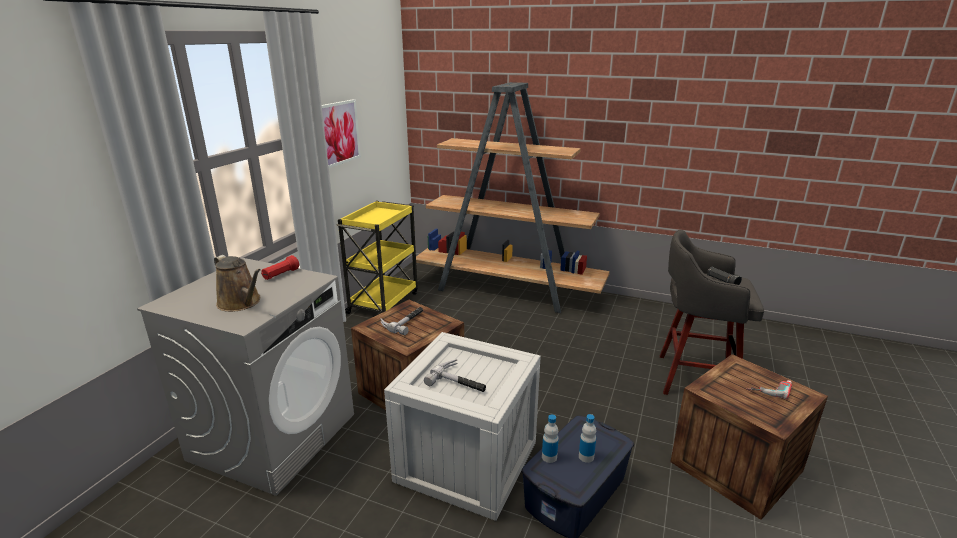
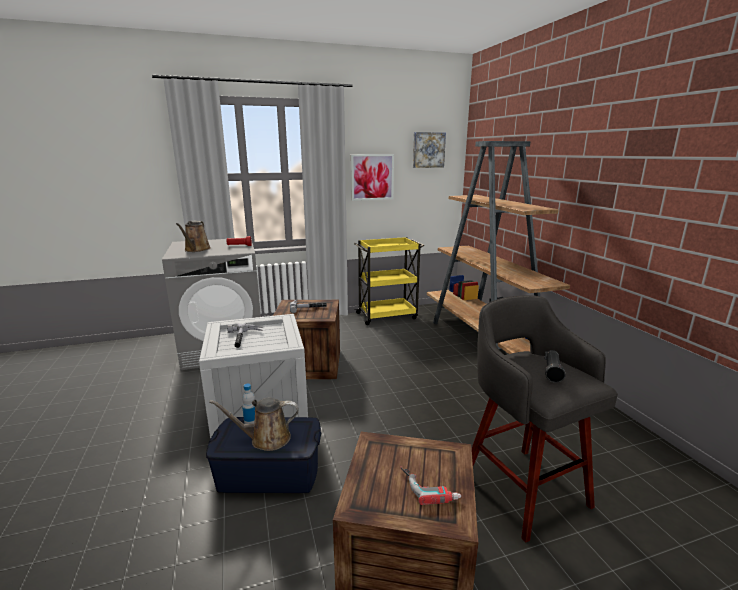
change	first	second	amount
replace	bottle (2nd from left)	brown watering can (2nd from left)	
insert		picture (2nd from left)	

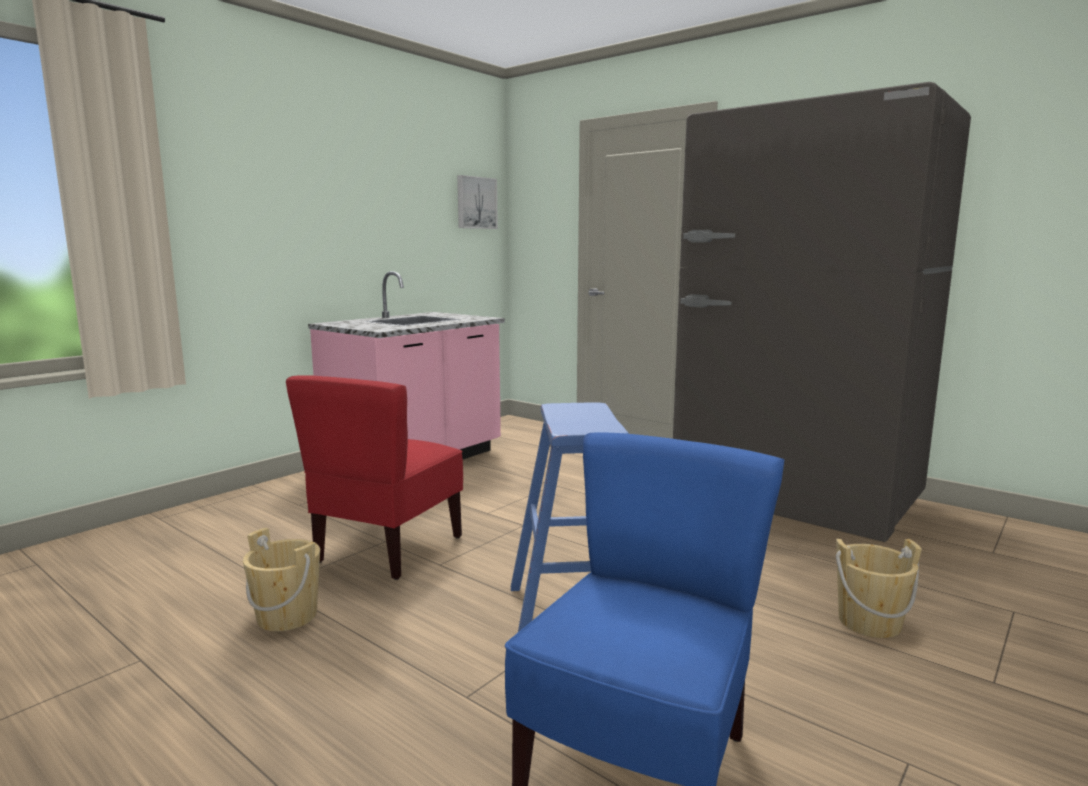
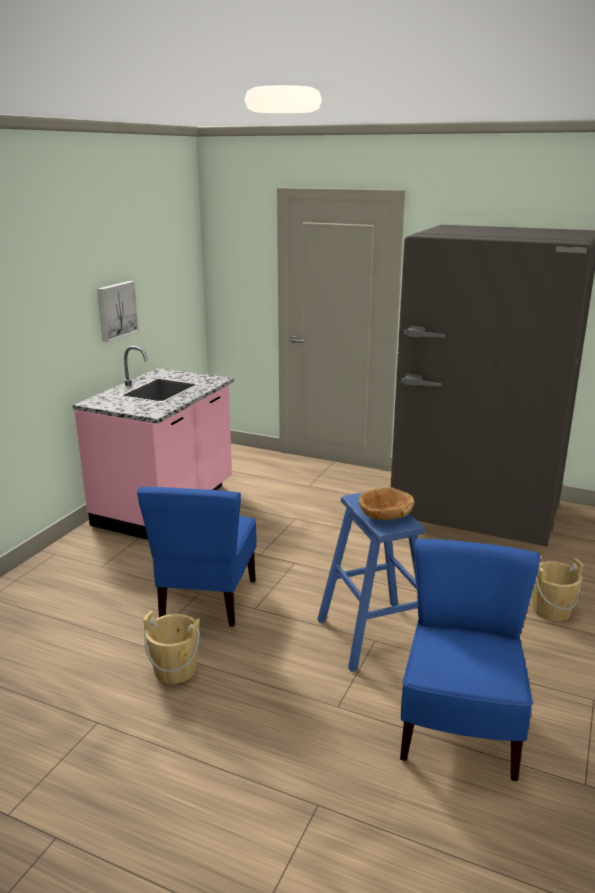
change	first	second	amount
move	picture		
recolor	red chair	blue chair (1st from left)	
insert		brown bowl	

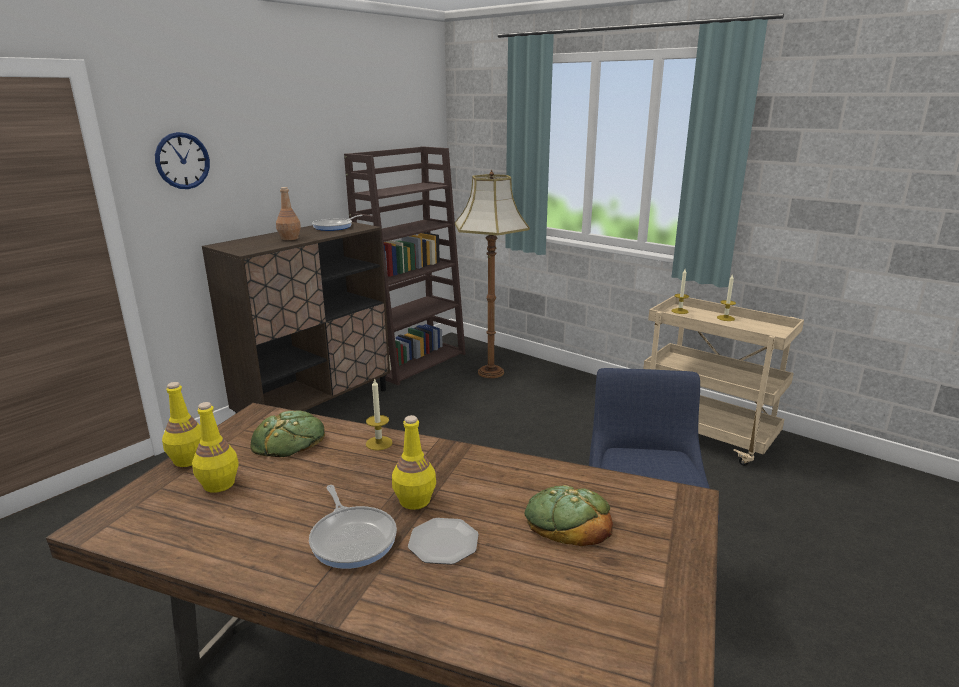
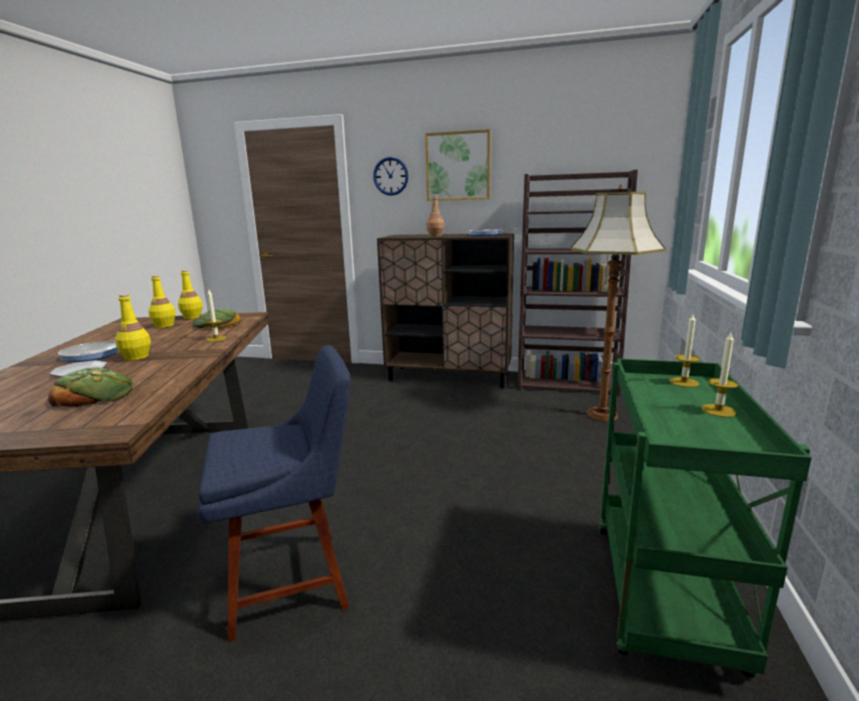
change	first	second	amount
insert		picture	
recolor	beige cart	green cart	

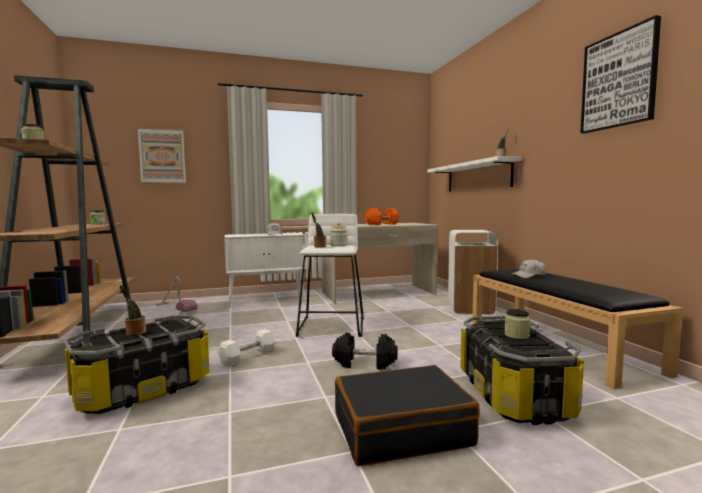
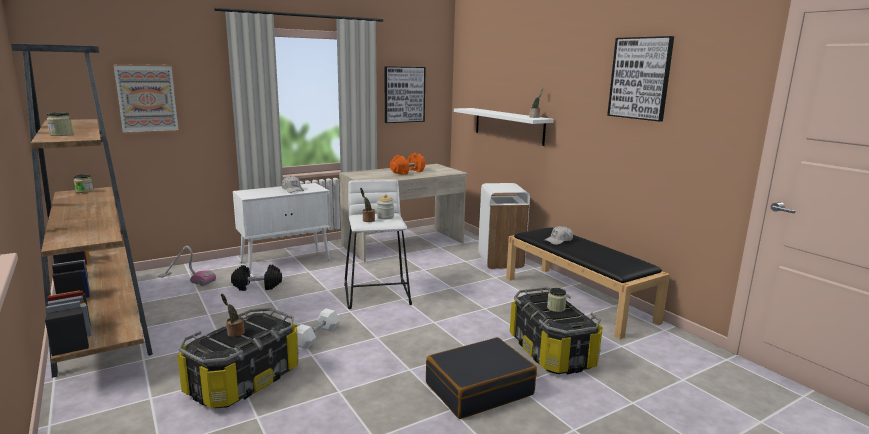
change	first	second	amount
move	black dumbbell		
insert		picture (2nd from left)	

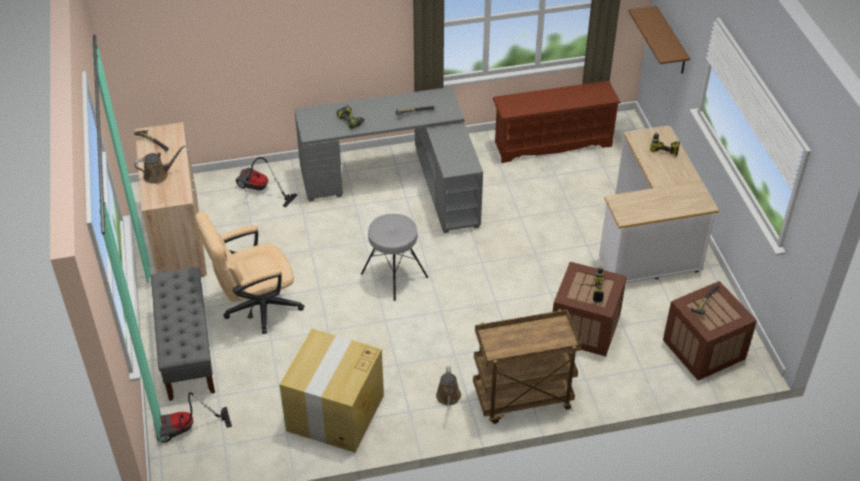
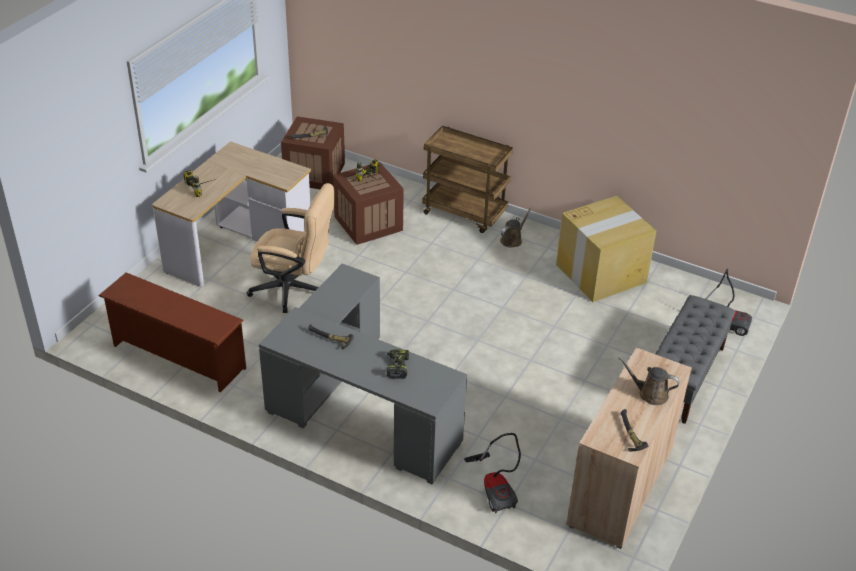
change	first	second	amount
move	beige office chair		
delete	grey stool		
delete	brown shelf		

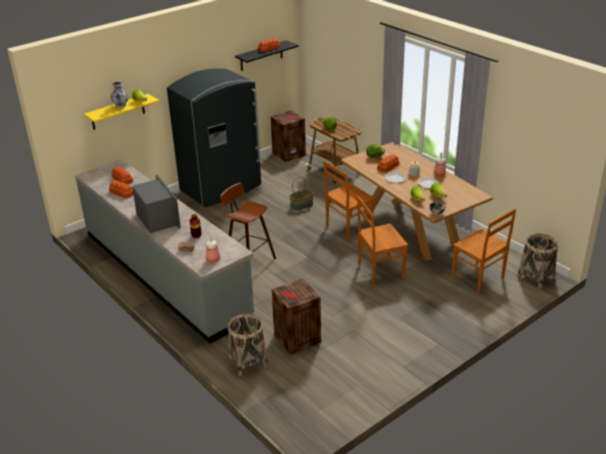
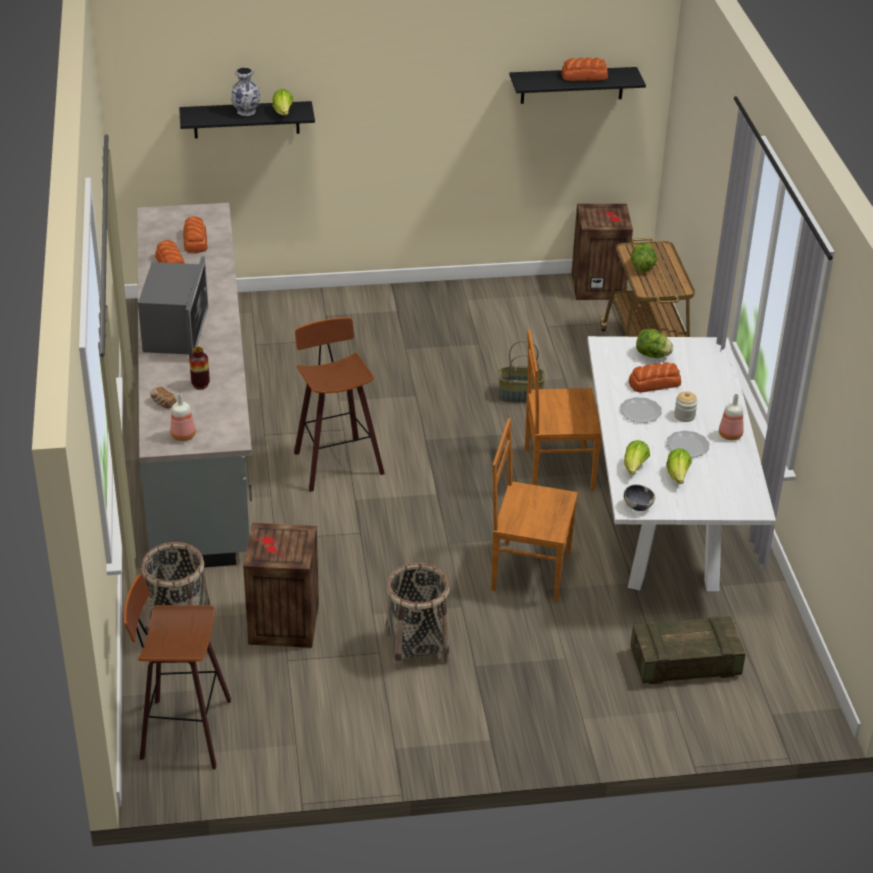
change	first	second	amount
insert		stool (1st from left)	
recolor	yellow shelf	black shelf (1st from left)	
move	basket (3rd from left in the first image)	basket (2nd from left)	
recolor	brown dining table	white dining table	
replace	brown chair (3rd from left)	crate (3rd from left)	
delete	grey fridge		

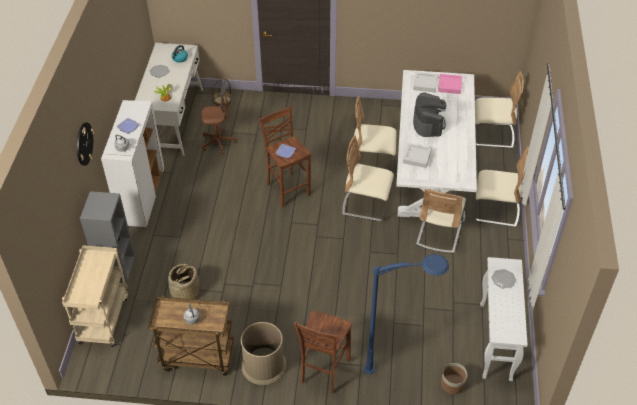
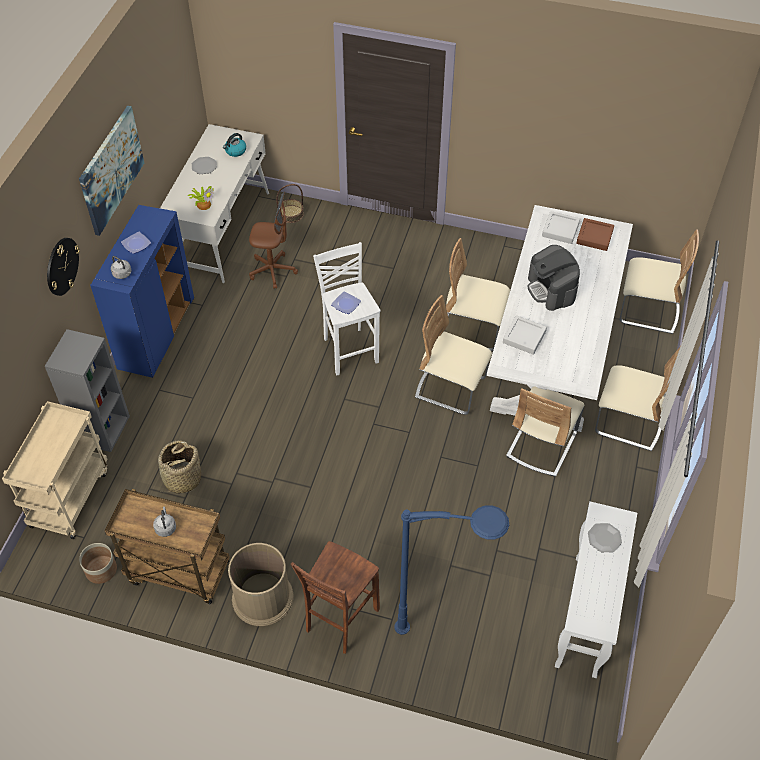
change	first	second	amount
insert		picture	
move	planter		
recolor	white cabinet	blue cabinet	
recolor	brown stool (1st from left)	white stool	
rotate	coffee machine		150 degrees clockwise
recolor	pink tray	brown tray	

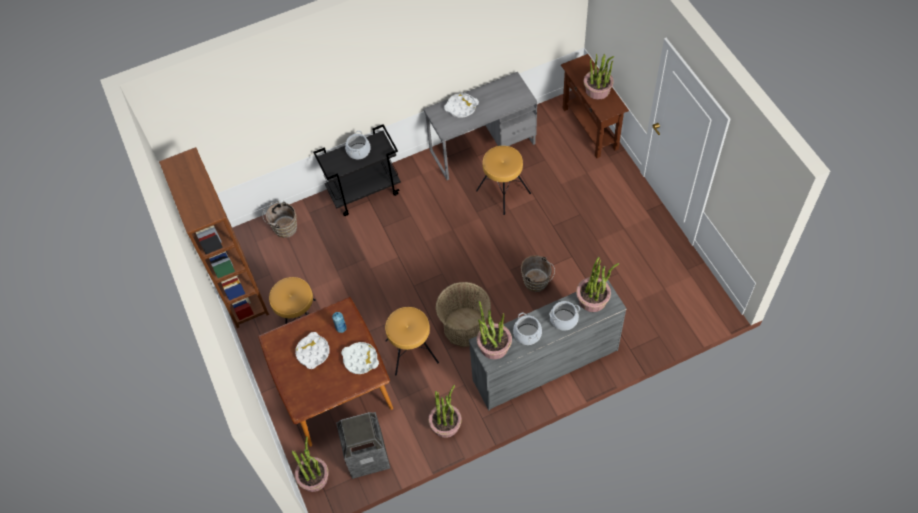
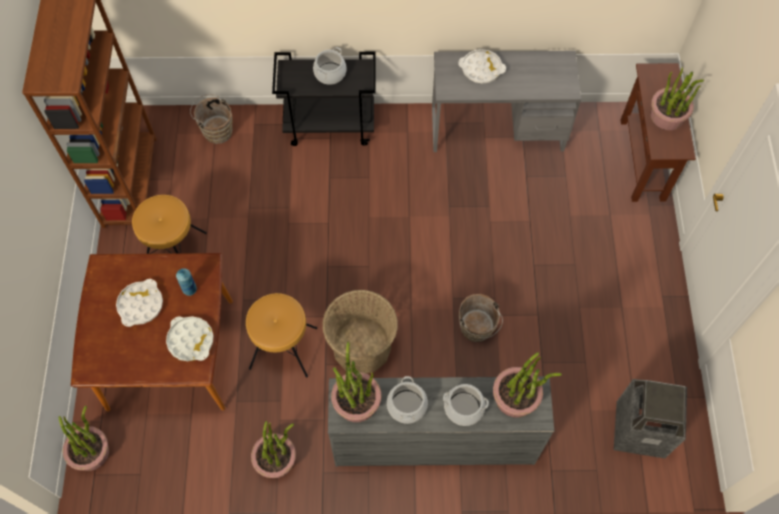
change	first	second	amount
move	trash can		
delete	brown stool (3rd from left)		

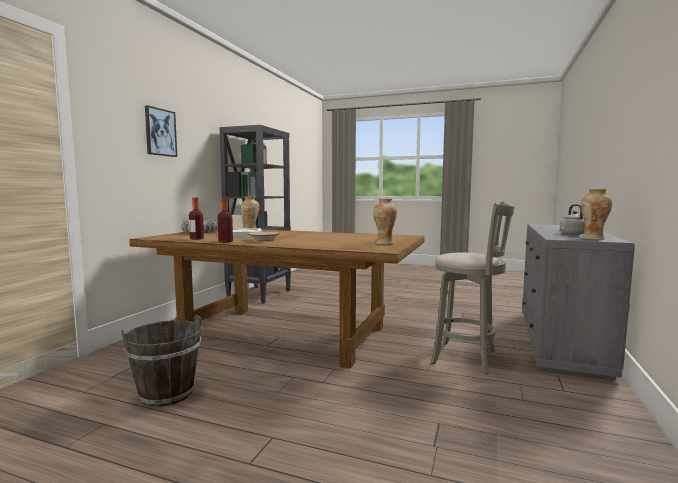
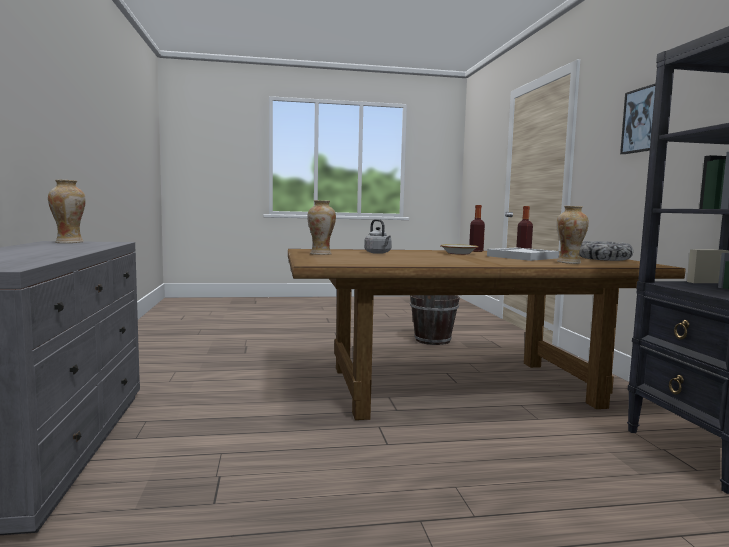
change	first	second	amount
move	grey kettle		
delete	grey stool		

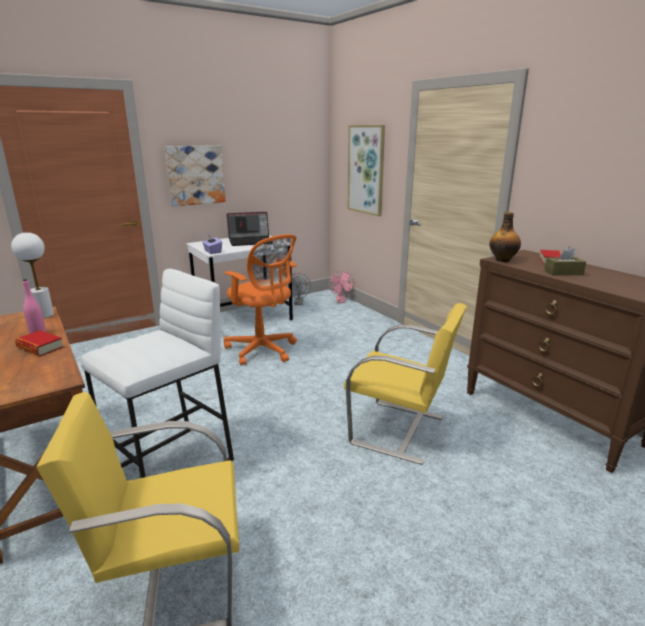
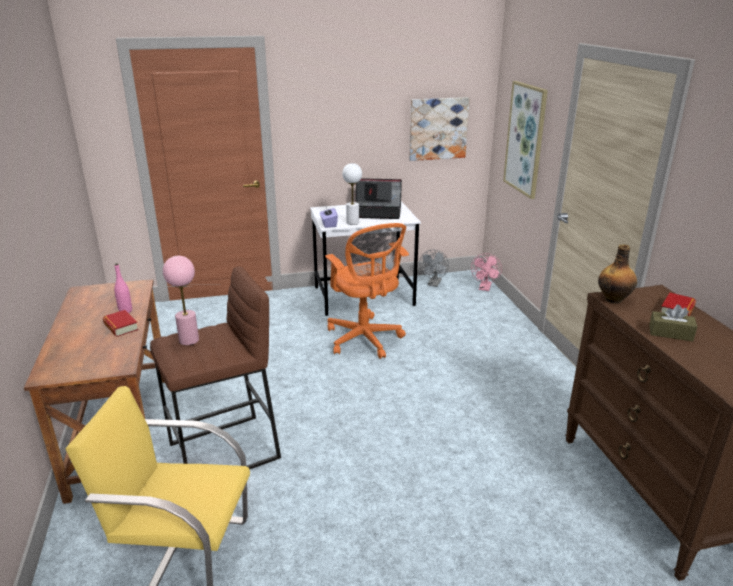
change	first	second	amount
recolor	white stool	brown stool	
insert		pink table lamp	
move	white table lamp		
move	picture (1st from left)		
delete	yellow chair (2nd from left)		

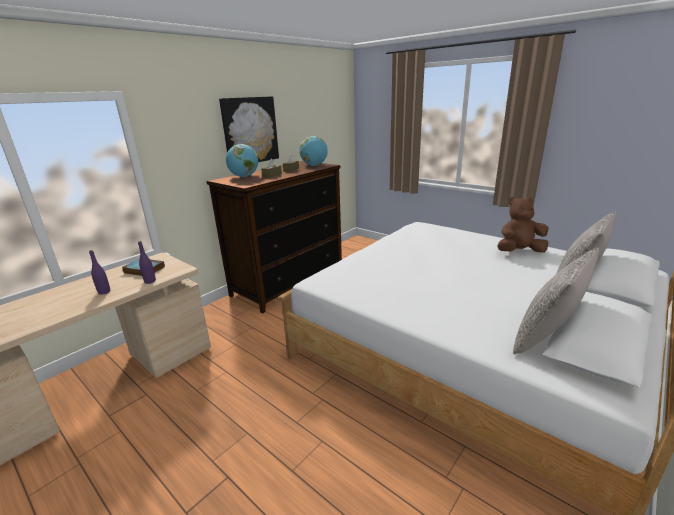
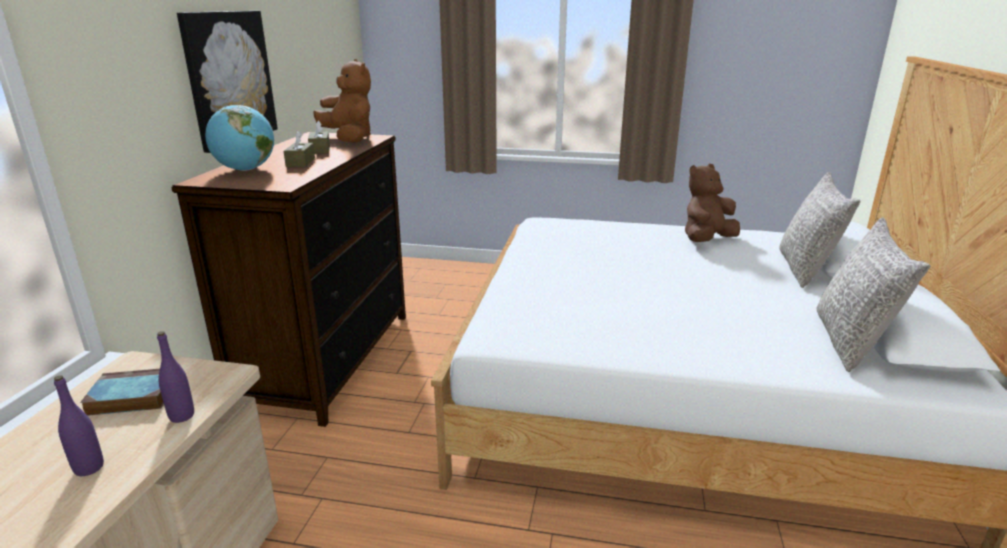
change	first	second	amount
replace	globe (2nd from left)	brown plush toy (1st from left)	

